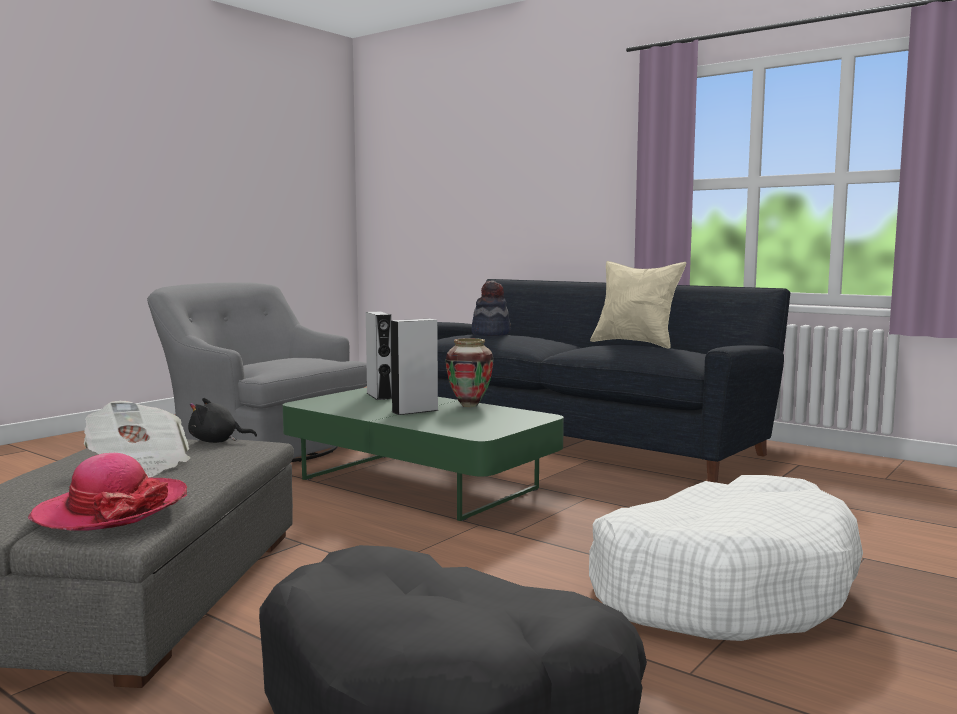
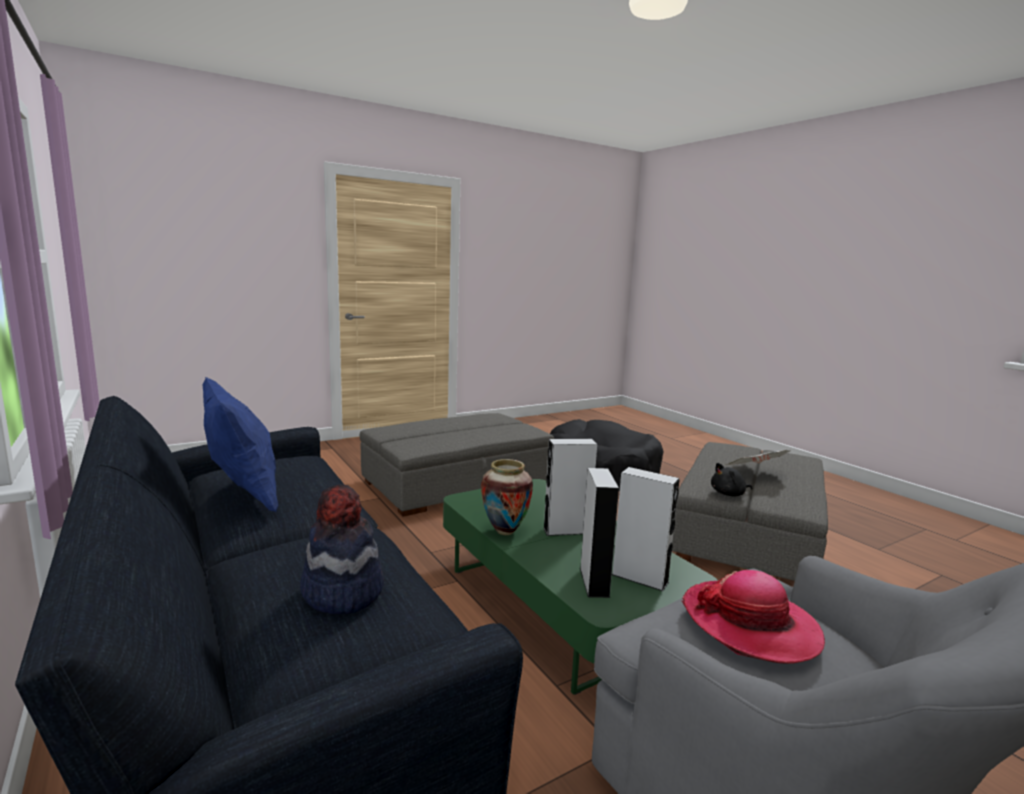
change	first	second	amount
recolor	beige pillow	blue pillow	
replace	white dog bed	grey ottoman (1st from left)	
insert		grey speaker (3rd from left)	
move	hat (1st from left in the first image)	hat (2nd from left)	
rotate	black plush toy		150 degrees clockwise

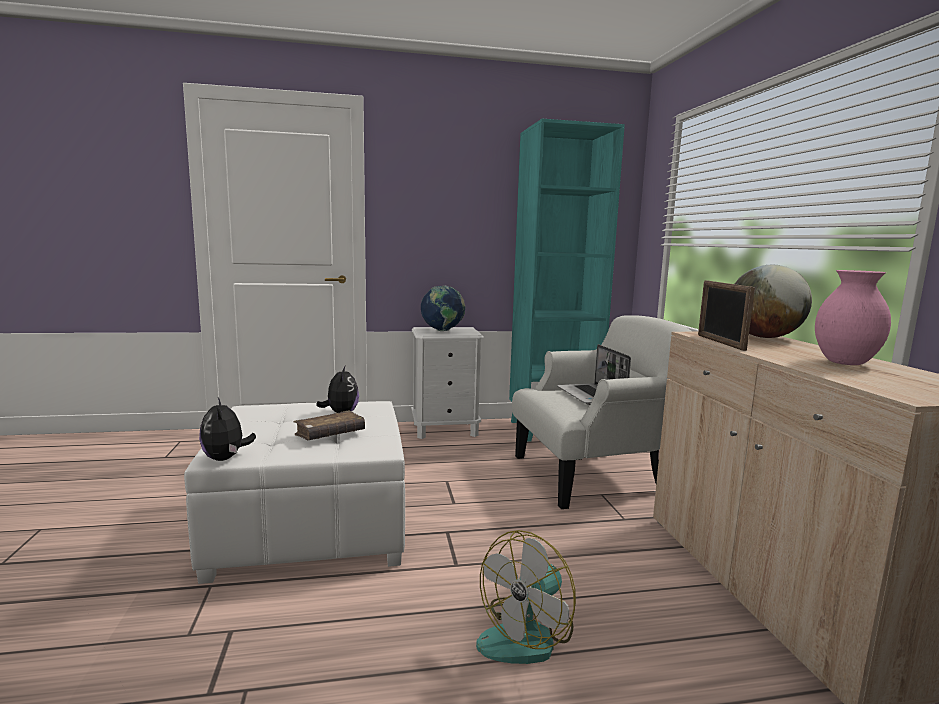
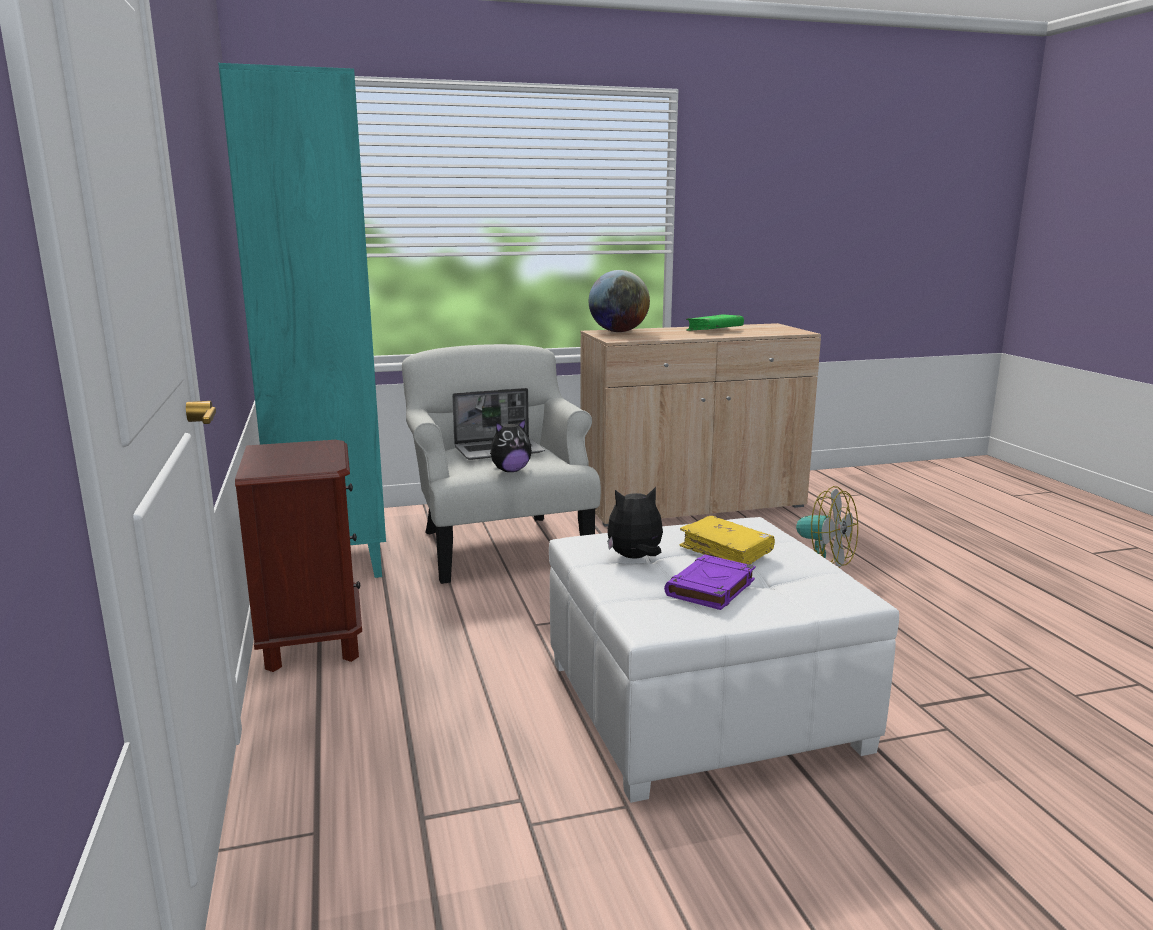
change	first	second	amount
recolor	white nightstand	brown nightstand	
move	plush toy (1st from left)		
insert		purple book	
recolor	brown book	yellow book	
replace	pink vase	green book	
delete	globe (1st from left)		
delete	picture frame		

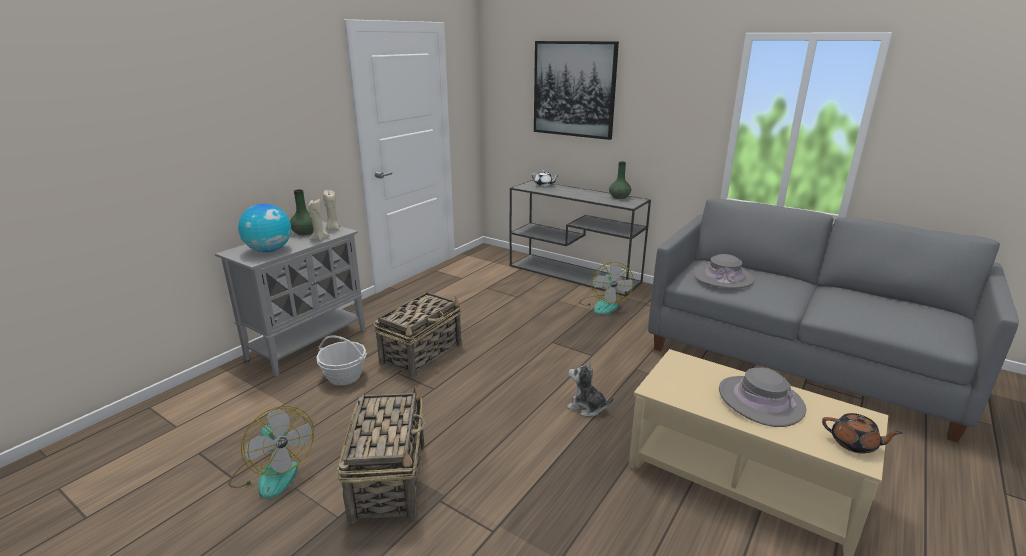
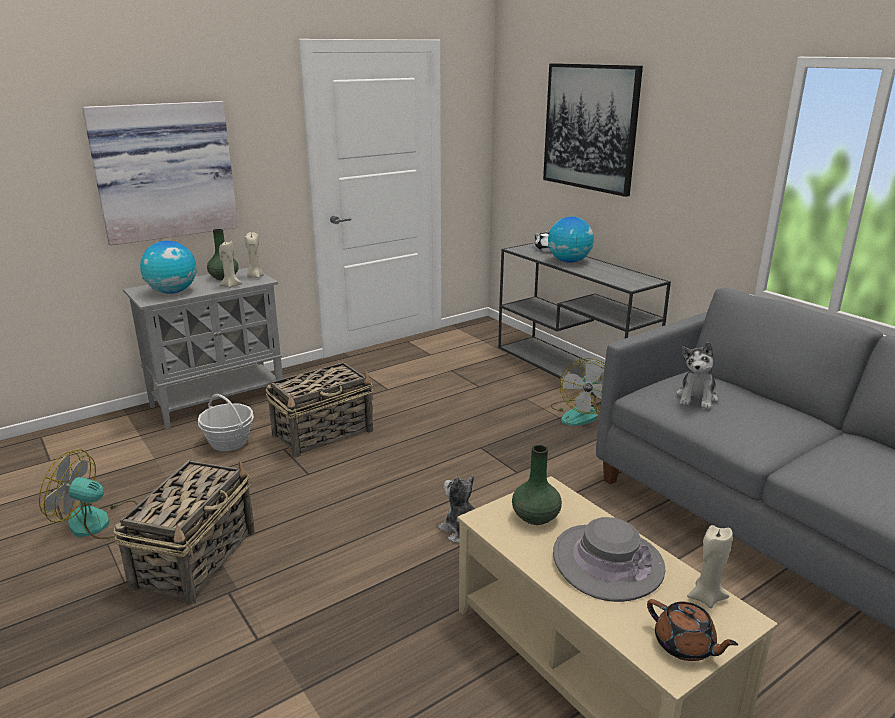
change	first	second	amount
rotate	fan (1st from left)		120 degrees clockwise
insert		picture (1st from left)	
move	green vase (2nd from left)		
insert		globe (2nd from left)	
replace	grey hat (1st from left)	plush toy (2nd from left)	
insert		beige candle (3rd from left)	

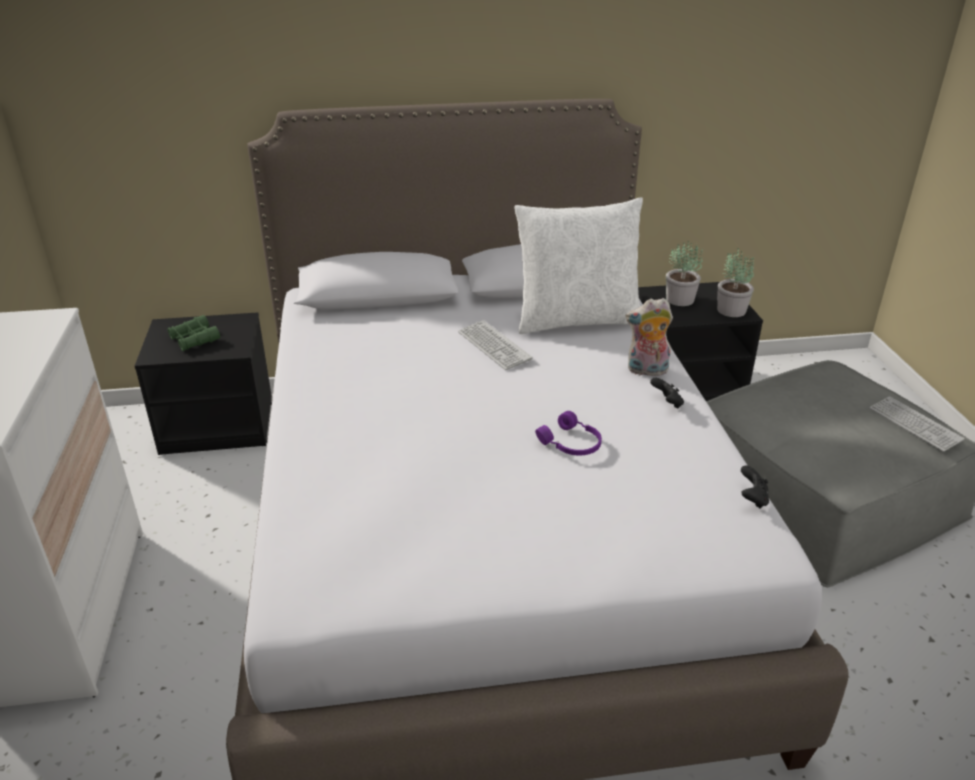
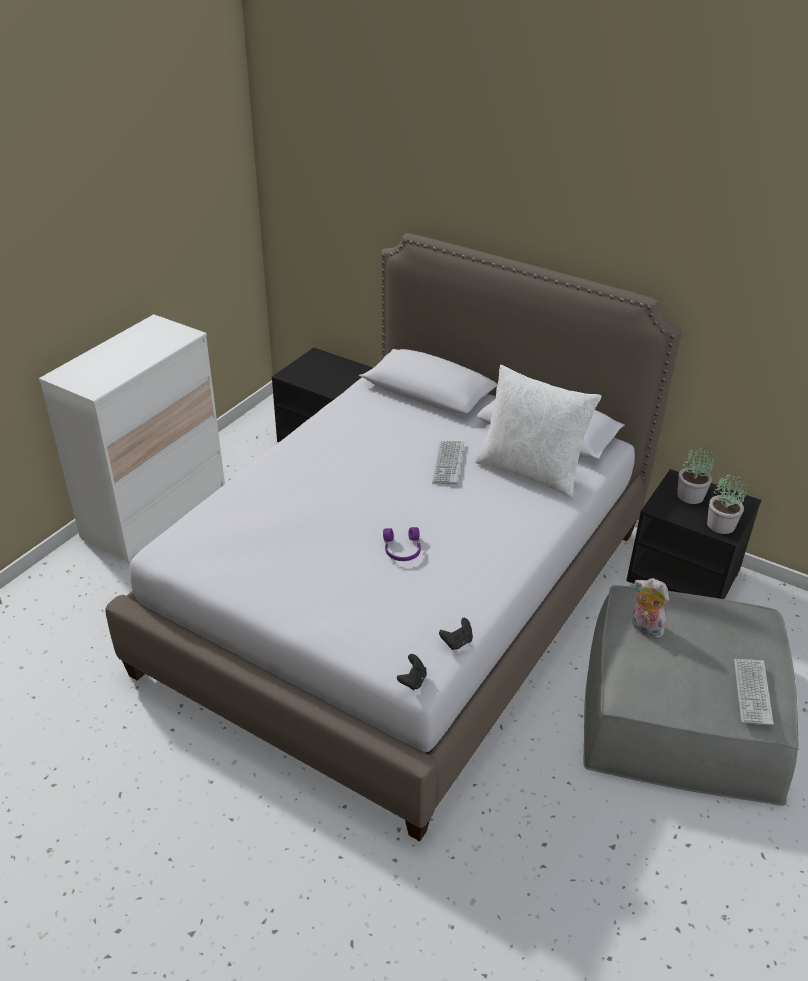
change	first	second	amount
move	black game controller (1st from left)		
move	plush toy		
delete	green binoculars		

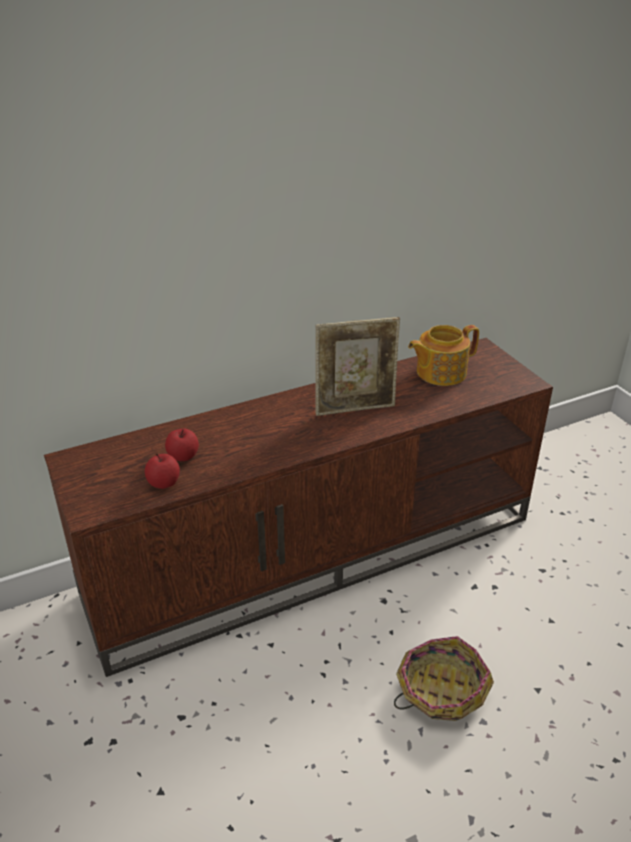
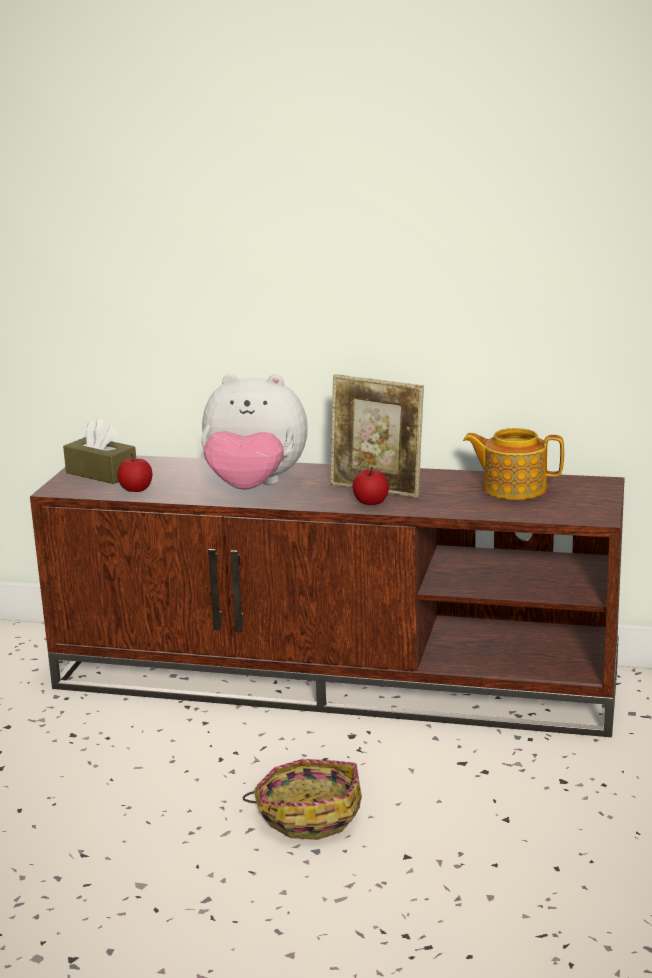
change	first	second	amount
insert		brown tissue box	
insert		plush toy	
move	apple (2nd from left)		

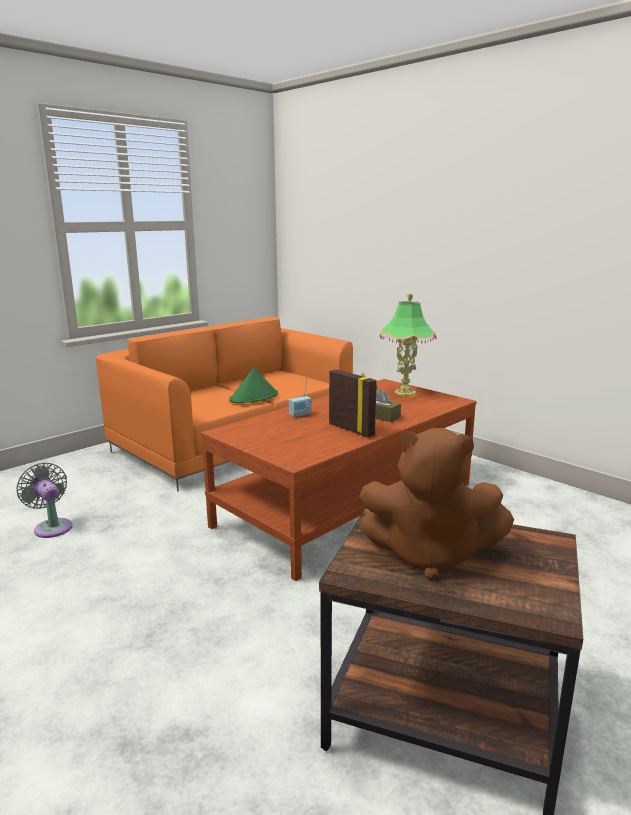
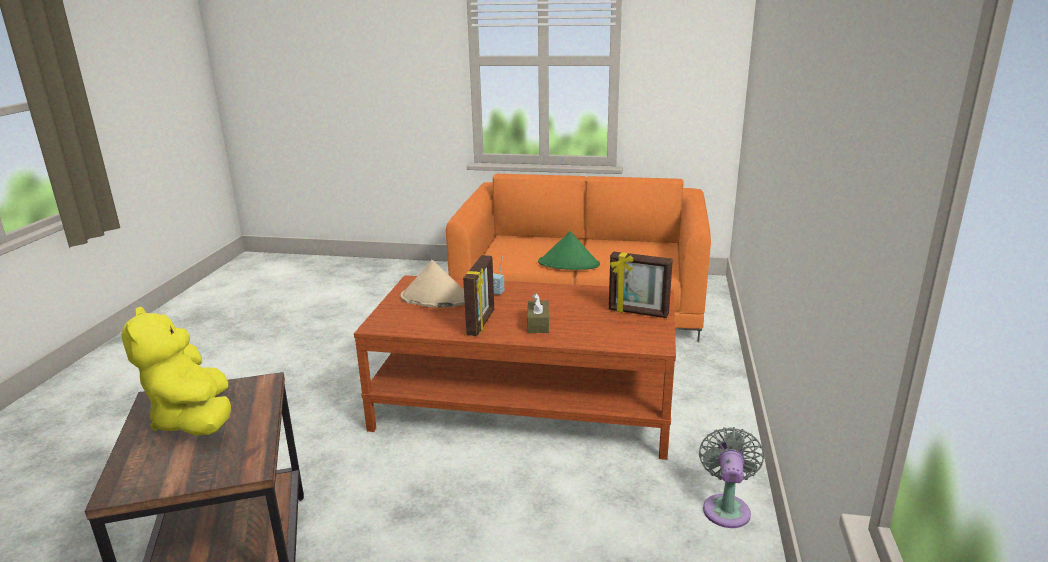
change	first	second	amount
recolor	brown plush toy	yellow plush toy	
insert		beige hat	
replace	table lamp	picture frame (2nd from left)	
move	grey fan		

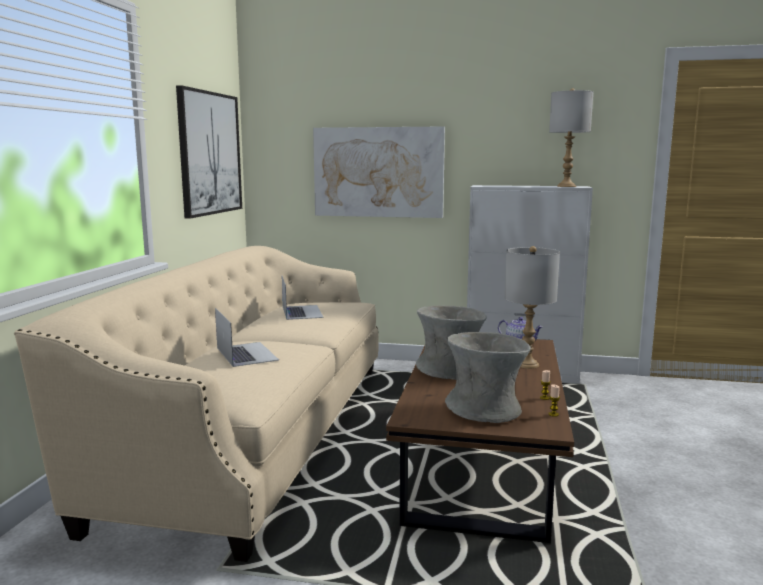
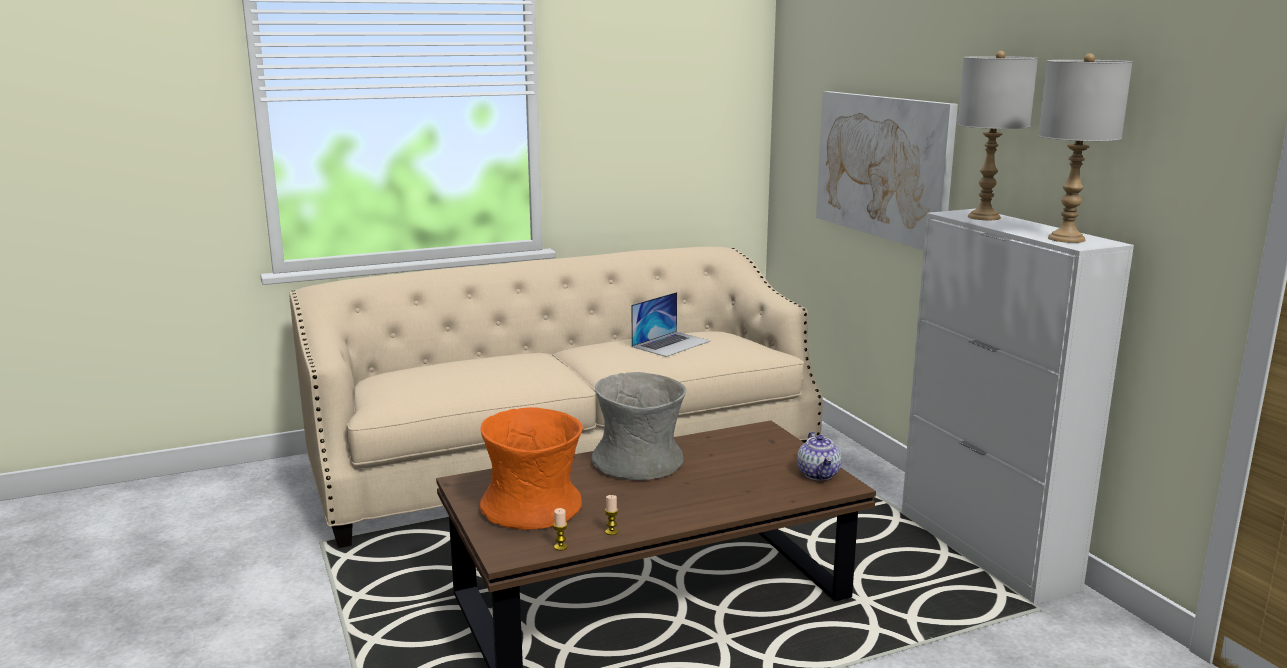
change	first	second	amount
recolor	grey vase (2nd from left)	orange vase	
move	grey table lamp (1st from left)		
delete	picture (1st from left)		
delete	laptop (1st from left)		

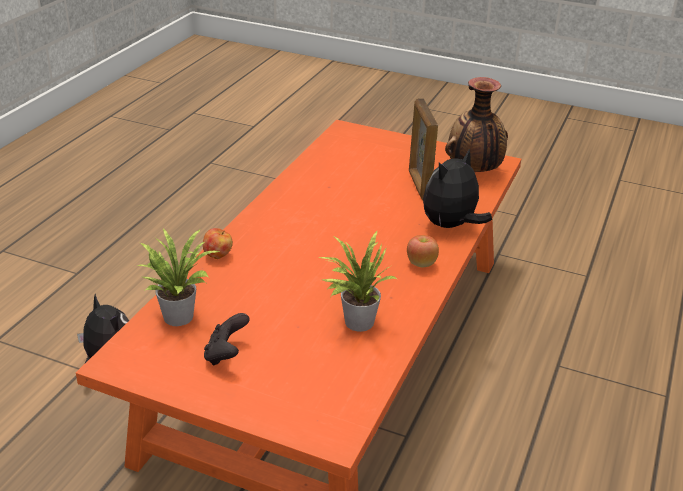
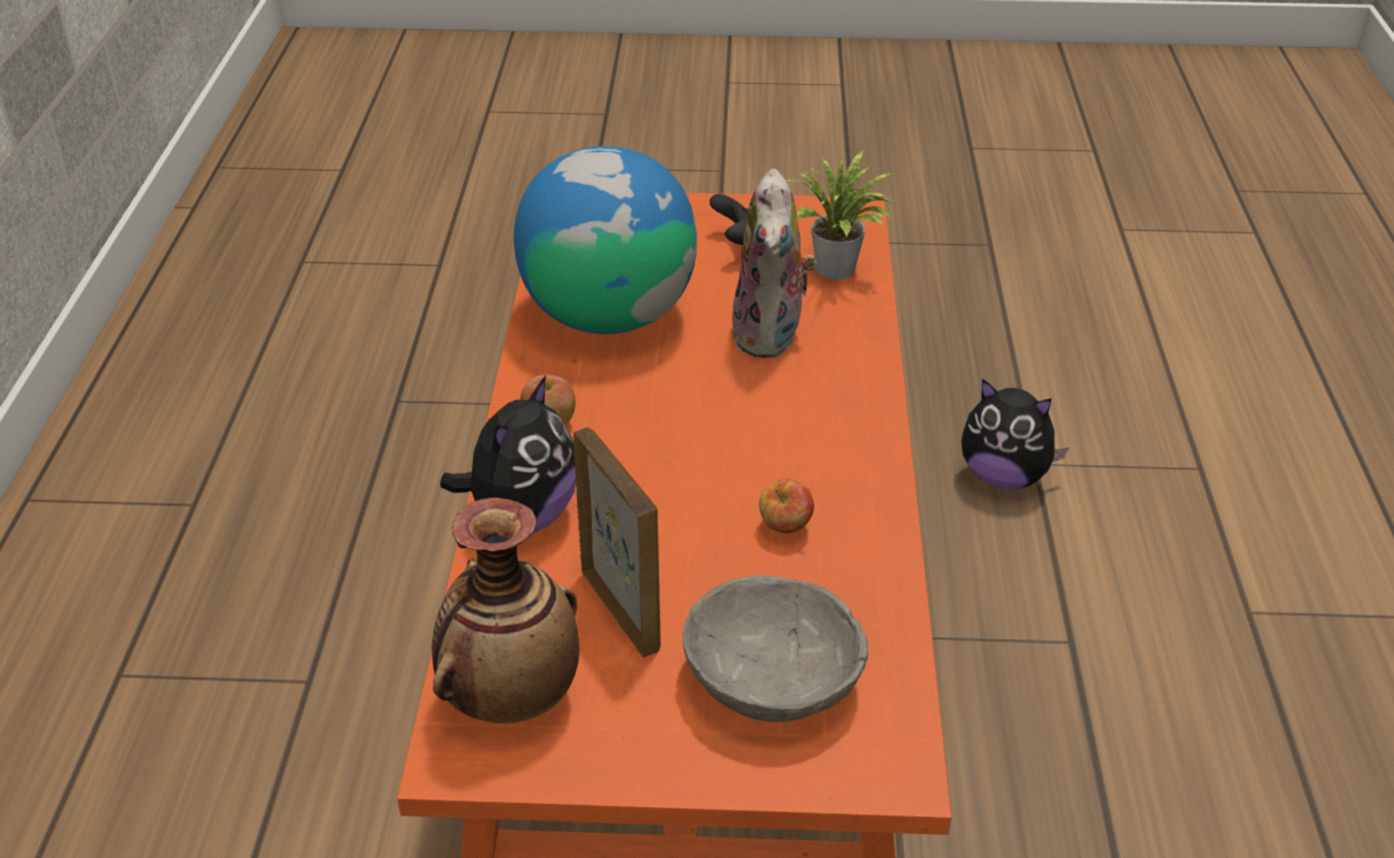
change	first	second	amount
replace	potted plant (2nd from left)	globe	
insert		grey bowl	
insert		plush toy (2nd from left)	
move	apple (1st from left in the first image)	apple (2nd from left)	

